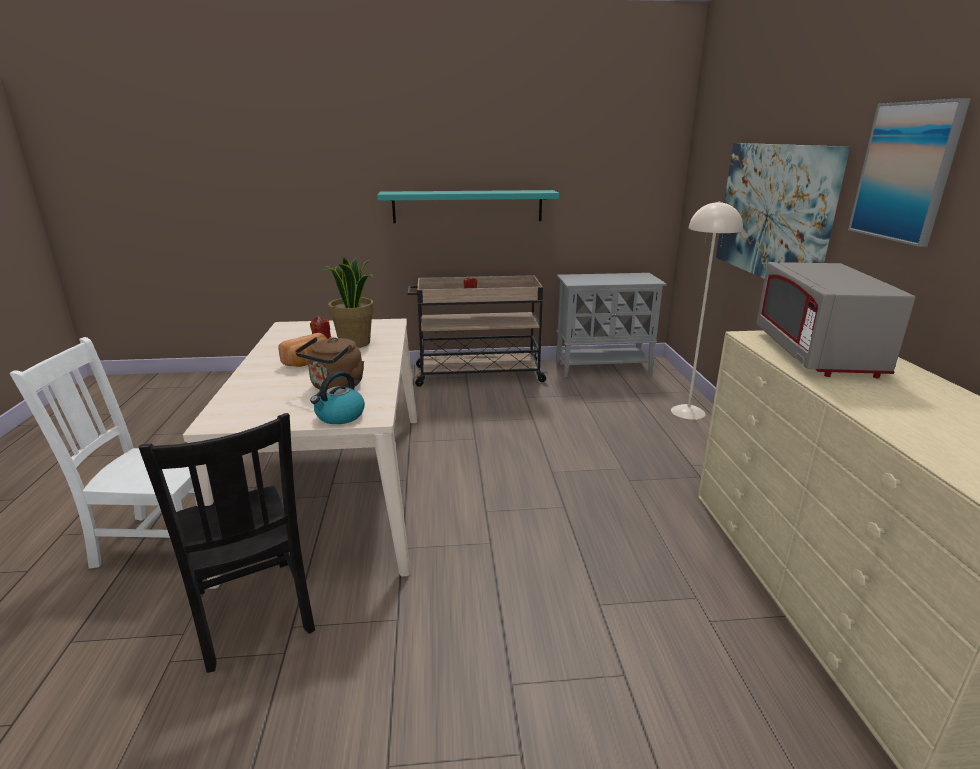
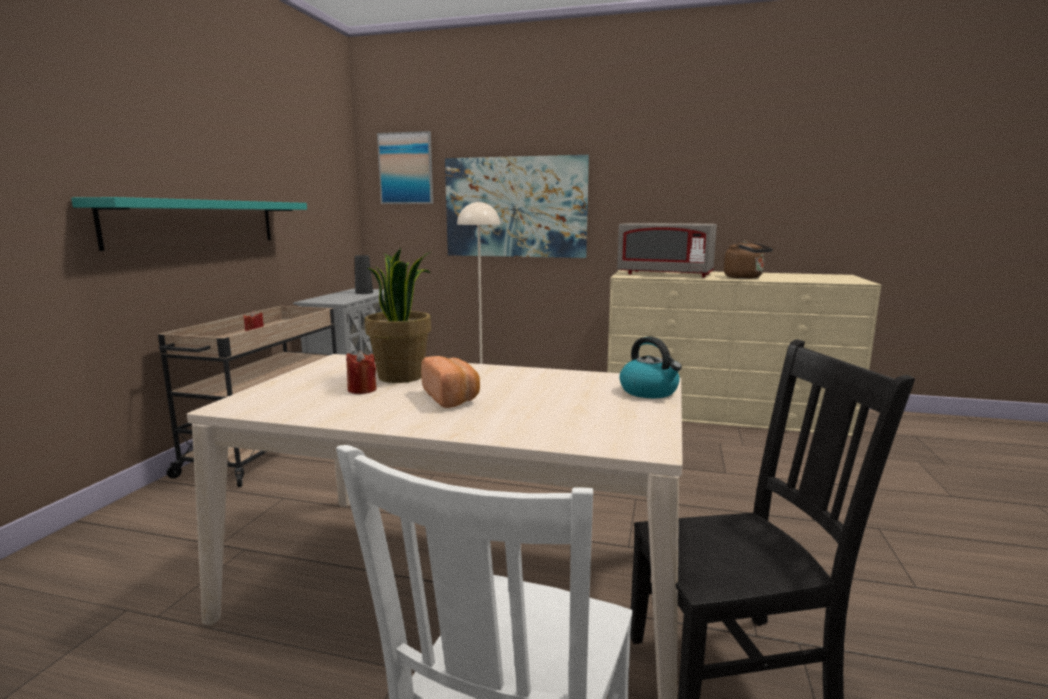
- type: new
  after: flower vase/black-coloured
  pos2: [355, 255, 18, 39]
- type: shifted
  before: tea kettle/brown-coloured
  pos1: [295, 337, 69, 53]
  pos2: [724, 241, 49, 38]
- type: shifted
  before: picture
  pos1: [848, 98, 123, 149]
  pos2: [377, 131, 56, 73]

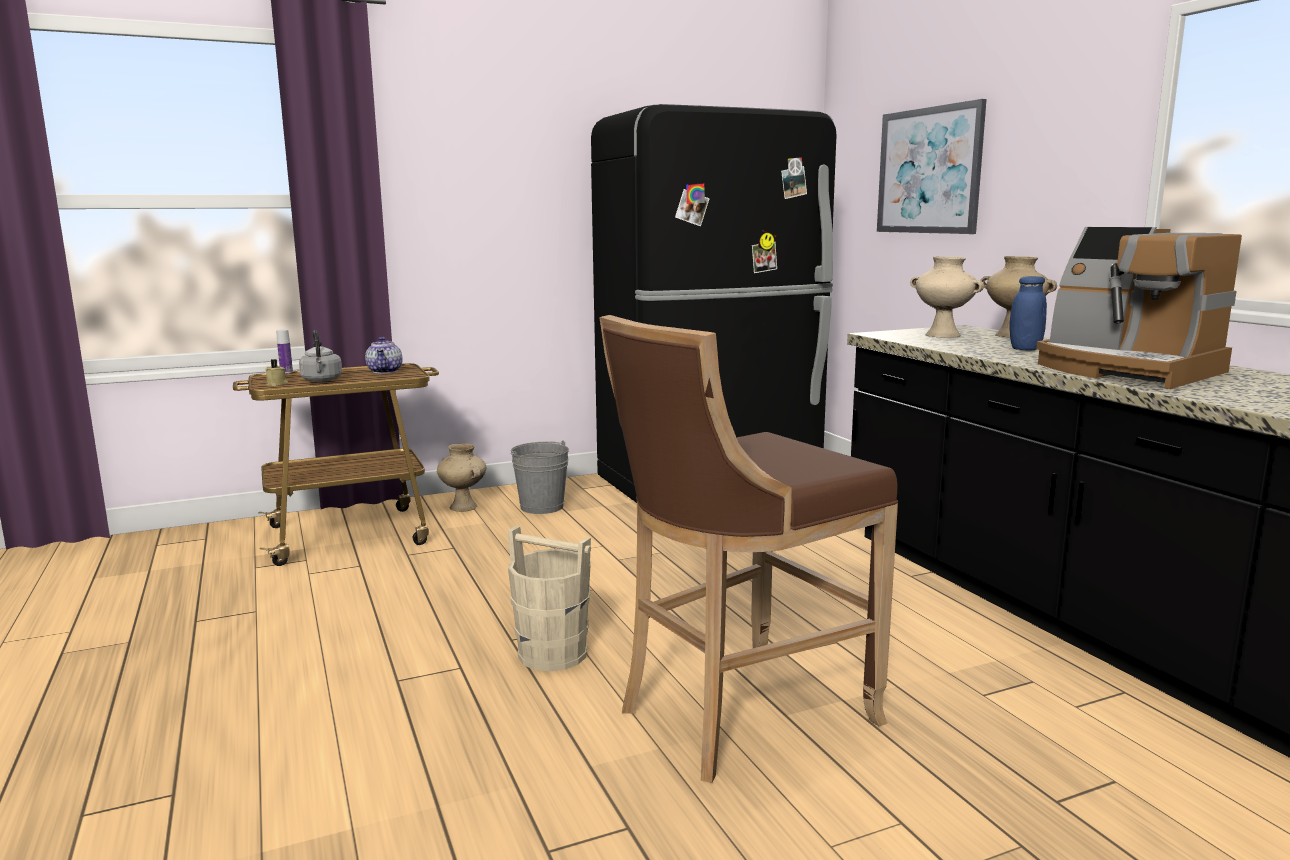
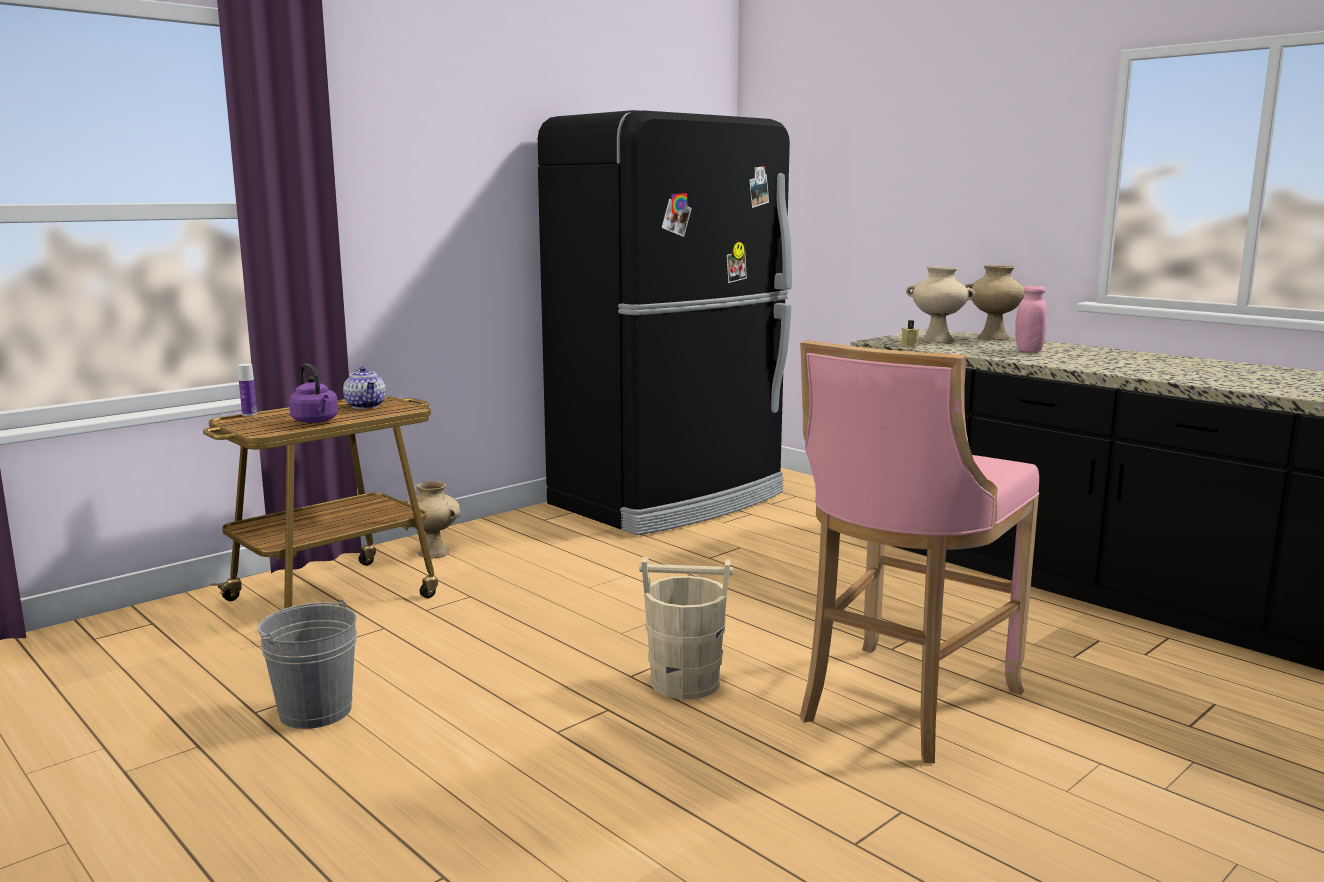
- type: gone
  before: picture
  pos1: [877, 99, 110, 135]
- type: gone
  before: coffee maker
  pos1: [1036, 227, 206, 162]
- type: shifted
  before: candle/beige
  pos1: [265, 359, 23, 27]
  pos2: [902, 320, 17, 27]
- type: shifted
  before: bucket/gray
  pos1: [510, 441, 59, 73]
  pos2: [258, 599, 99, 130]
- type: repainted
  before: tea kettle/gray
  after: tea kettle/purplish
  pos1: [299, 330, 43, 52]
  pos2: [289, 364, 49, 59]
- type: repainted
  before: stool seat/brown-coloured
  after: stool seat/pink
  pos1: [599, 315, 299, 468]
  pos2: [800, 340, 239, 423]
- type: repainted
  before: storage jar/blue
  after: storage jar/pink
  pos1: [1009, 276, 38, 75]
  pos2: [1015, 285, 32, 67]

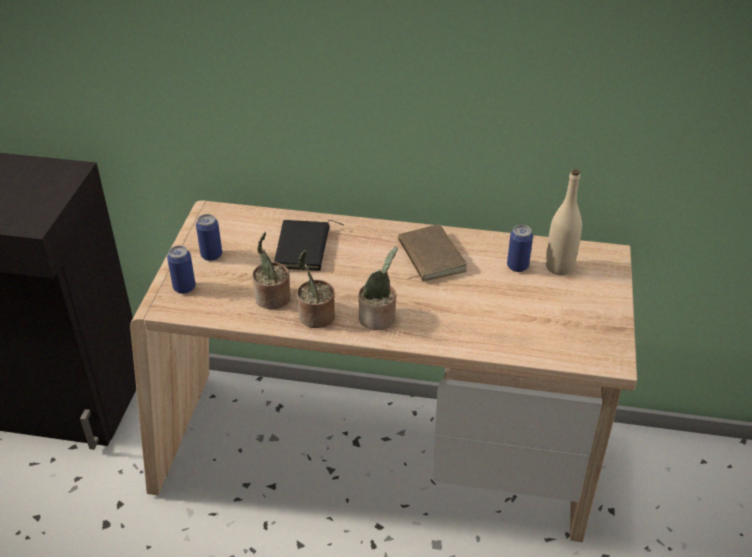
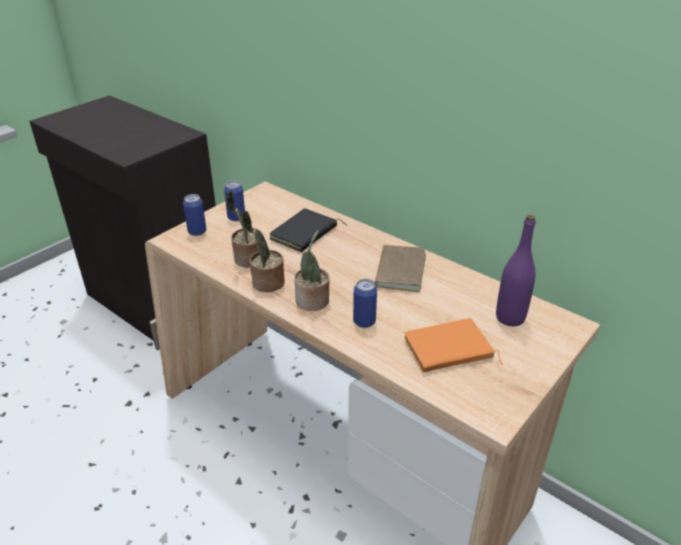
- type: new
  after: bound book/orange-coloured
  pos2: [404, 318, 99, 54]
- type: shifted
  before: sealed can
  pos1: [507, 225, 26, 47]
  pos2: [353, 279, 24, 49]
- type: repainted
  before: bottle/beige
  after: bottle/purplish
  pos1: [546, 169, 36, 106]
  pos2: [496, 215, 40, 111]

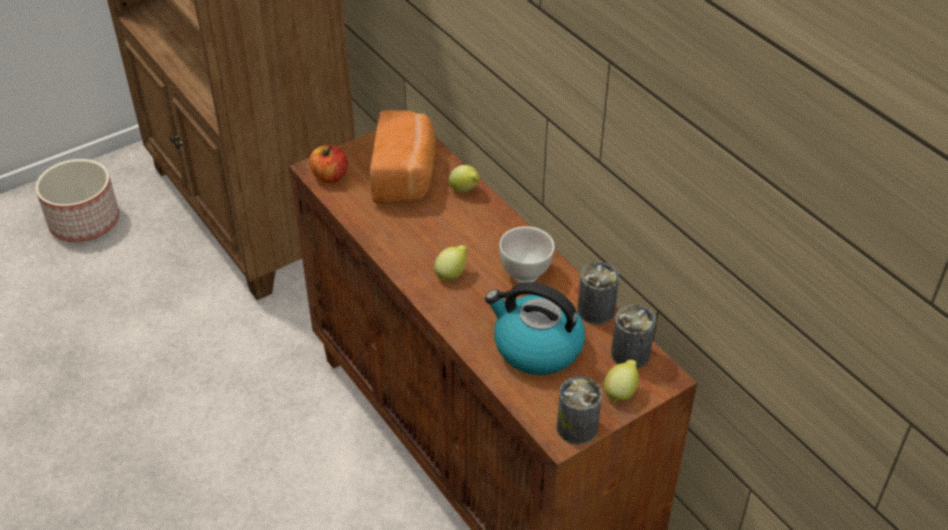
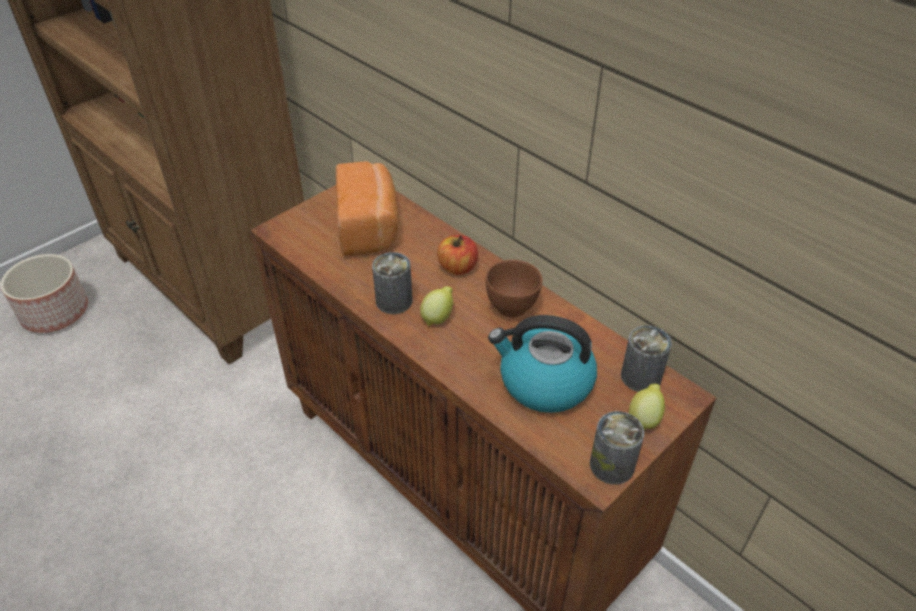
- type: gone
  before: citrus fruit
  pos1: [449, 165, 30, 28]
- type: shifted
  before: apple
  pos1: [309, 145, 39, 38]
  pos2: [437, 235, 41, 40]
- type: shifted
  before: sealed can
  pos1: [577, 262, 42, 63]
  pos2: [372, 252, 41, 62]
- type: repainted
  before: bowl/white-coloured
  after: bowl/brown-coloured
  pos1: [499, 226, 56, 57]
  pos2: [485, 260, 58, 58]

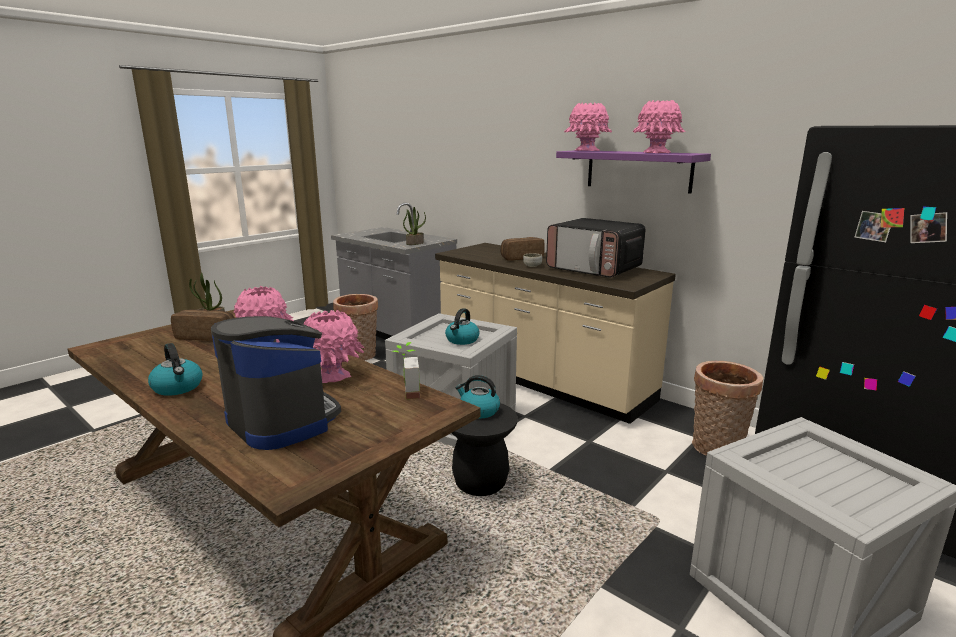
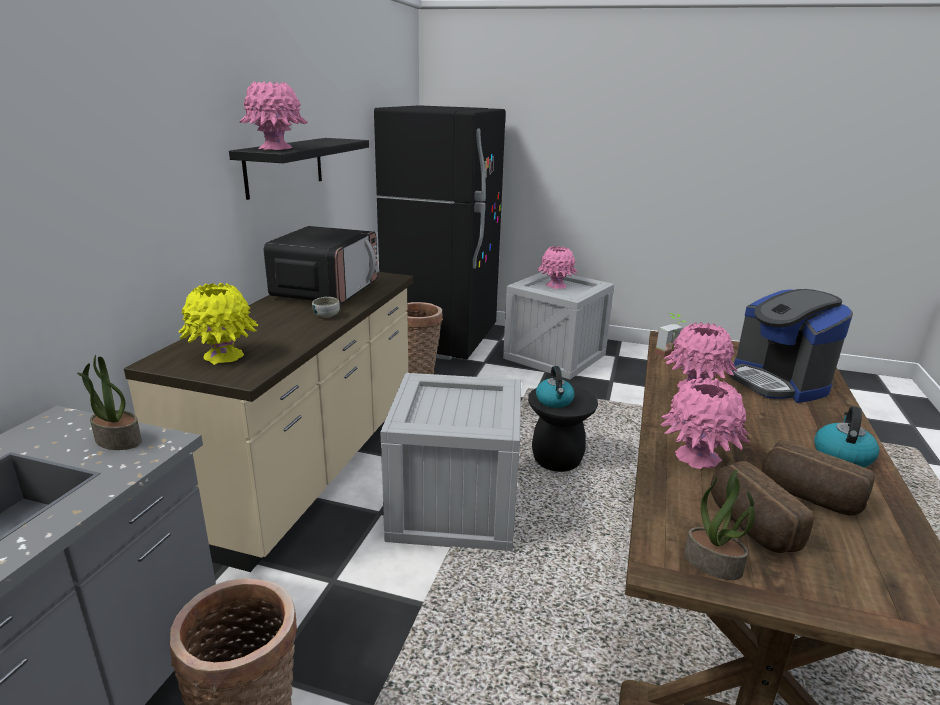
- type: gone
  before: tea kettle
  pos1: [445, 308, 34, 37]
- type: new
  after: flower vase/yellow-coloured
  pos2: [178, 282, 80, 83]
- type: shifted
  before: bread
  pos1: [500, 237, 45, 24]
  pos2: [762, 439, 113, 77]
- type: shifted
  before: flower vase/pink
  pos1: [633, 100, 53, 53]
  pos2: [537, 246, 41, 43]
- type: repainted
  before: bracket shelf/purplish
  after: bracket shelf/black-coloured
  pos1: [556, 150, 155, 44]
  pos2: [229, 138, 140, 62]
- type: rotated
  before: coffee maker
  pos1: [211, 316, 130, 134]
  pos2: [729, 289, 124, 114]
  turn: -45

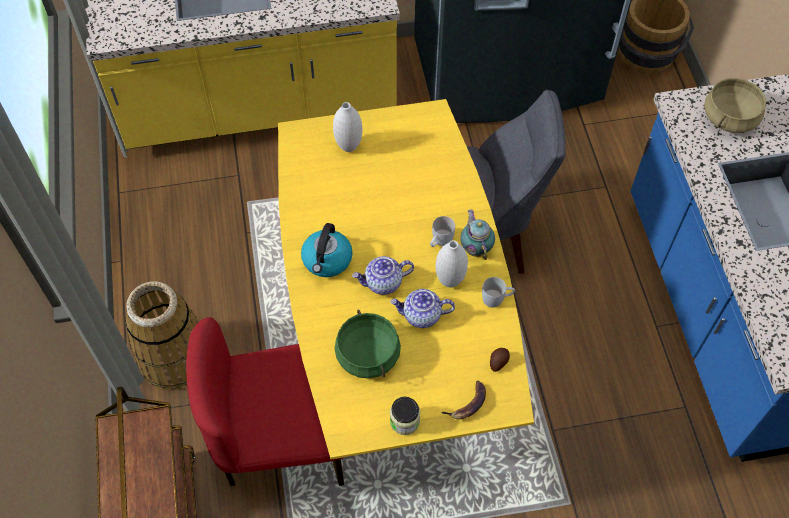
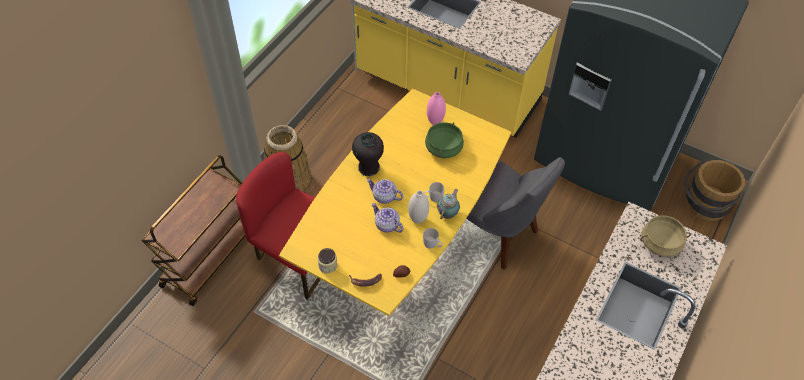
- type: shifted
  before: stockpot/green
  pos1: [335, 309, 66, 70]
  pos2: [425, 122, 39, 36]
- type: swapped
  before: tea kettle
  after: flower vase/black-coloured
  pos1: [301, 223, 52, 54]
  pos2: [352, 132, 32, 44]
- type: repainted
  before: flower vase/white-coloured
  after: flower vase/pink
  pos1: [333, 102, 29, 50]
  pos2: [427, 92, 19, 33]

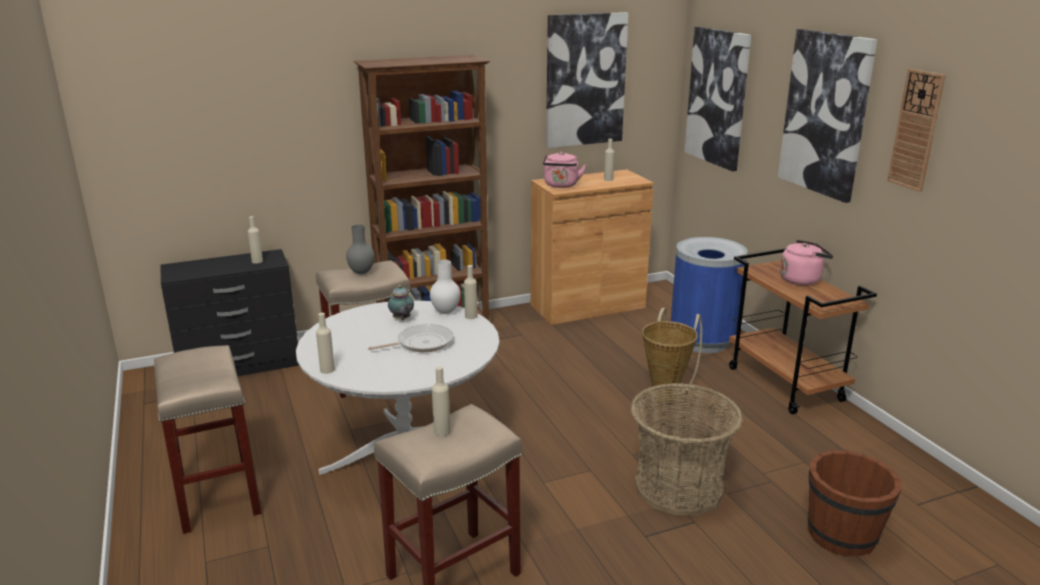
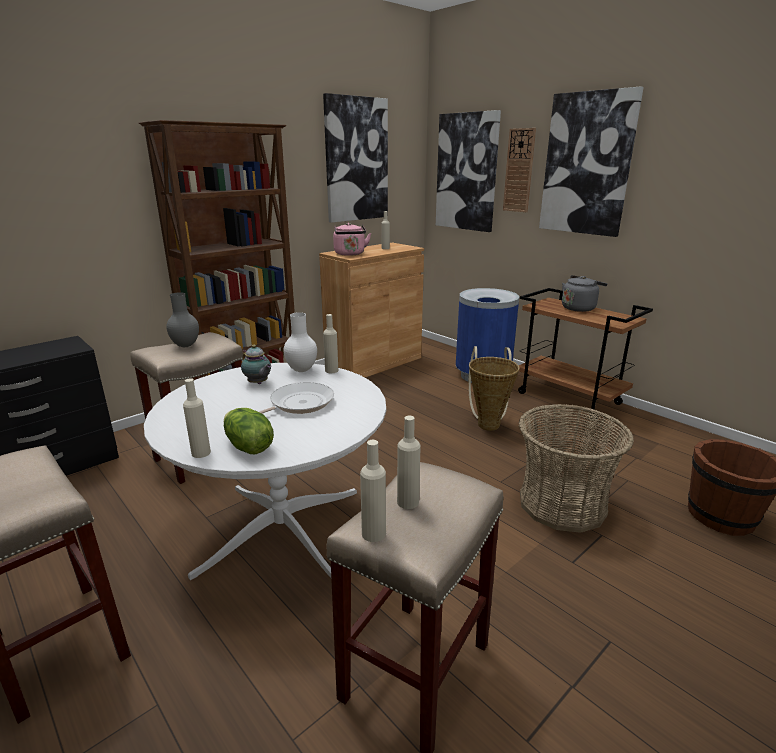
- type: new
  after: lettuce head
  pos2: [224, 408, 50, 46]
- type: shifted
  before: bottle/beige
  pos1: [248, 216, 15, 48]
  pos2: [360, 440, 26, 102]
- type: shifted
  before: hanging clock
  pos1: [887, 69, 59, 123]
  pos2: [503, 128, 33, 84]
- type: repainted
  before: tea kettle/pink
  after: tea kettle/gray
  pos1: [780, 240, 53, 45]
  pos2: [562, 275, 45, 37]

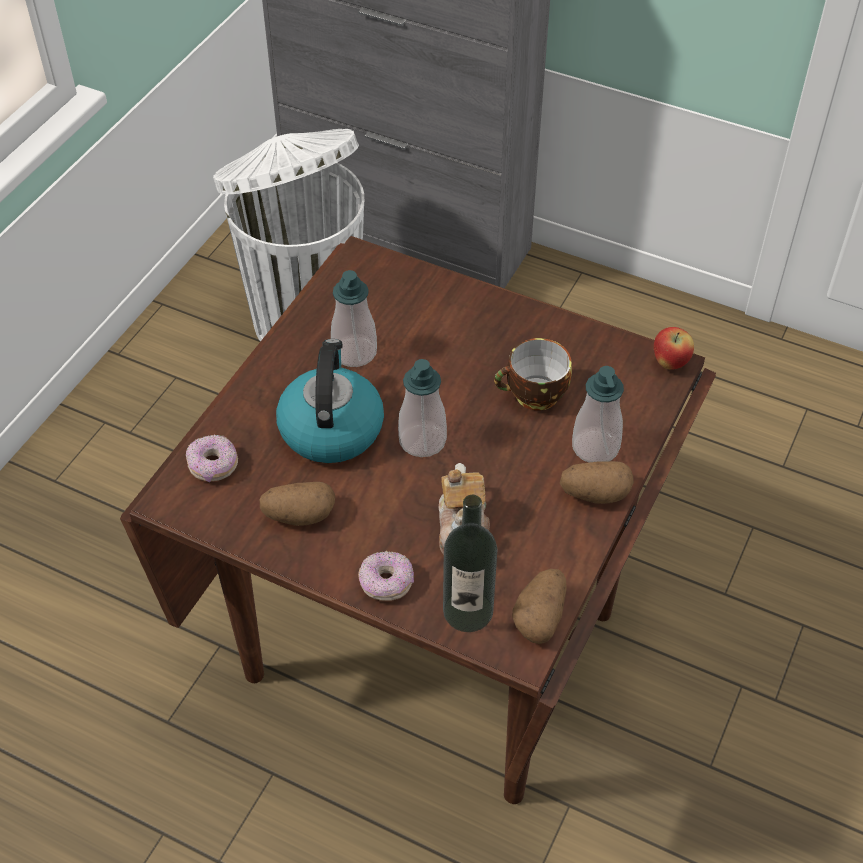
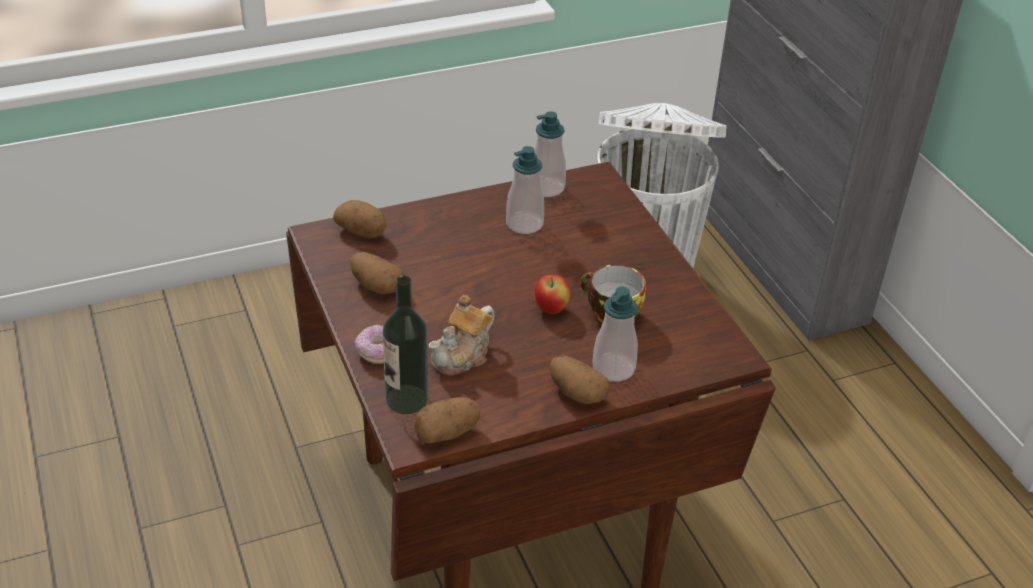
- type: gone
  before: tea kettle
  pos1: [276, 339, 108, 124]
- type: shifted
  before: soap bottle
  pos1: [398, 359, 49, 98]
  pos2: [534, 111, 32, 86]
- type: shifted
  before: apple
  pos1: [654, 327, 40, 43]
  pos2: [534, 275, 37, 39]
- type: swapped
  before: donut
  after: spud
  pos1: [186, 435, 52, 48]
  pos2: [333, 200, 53, 38]

